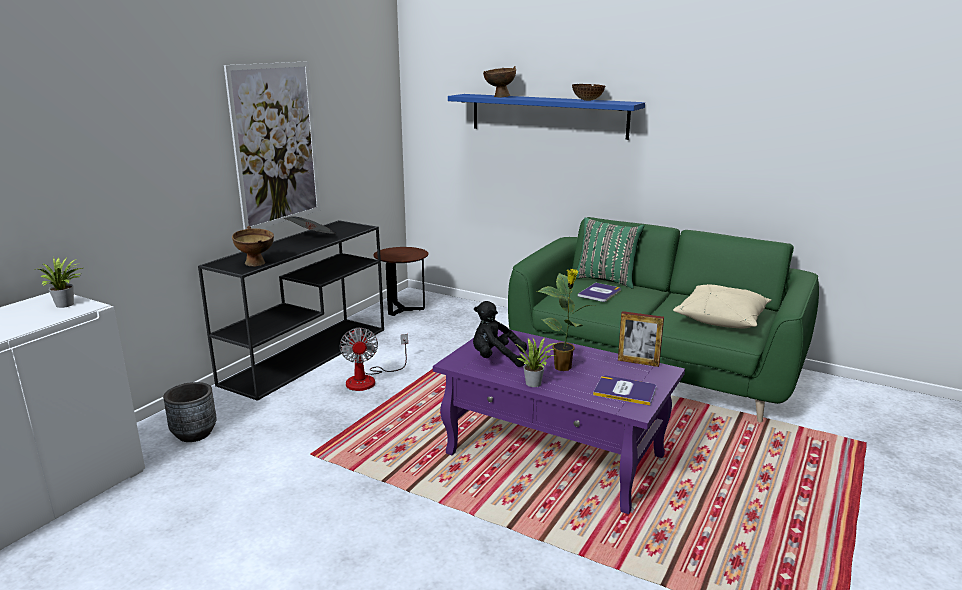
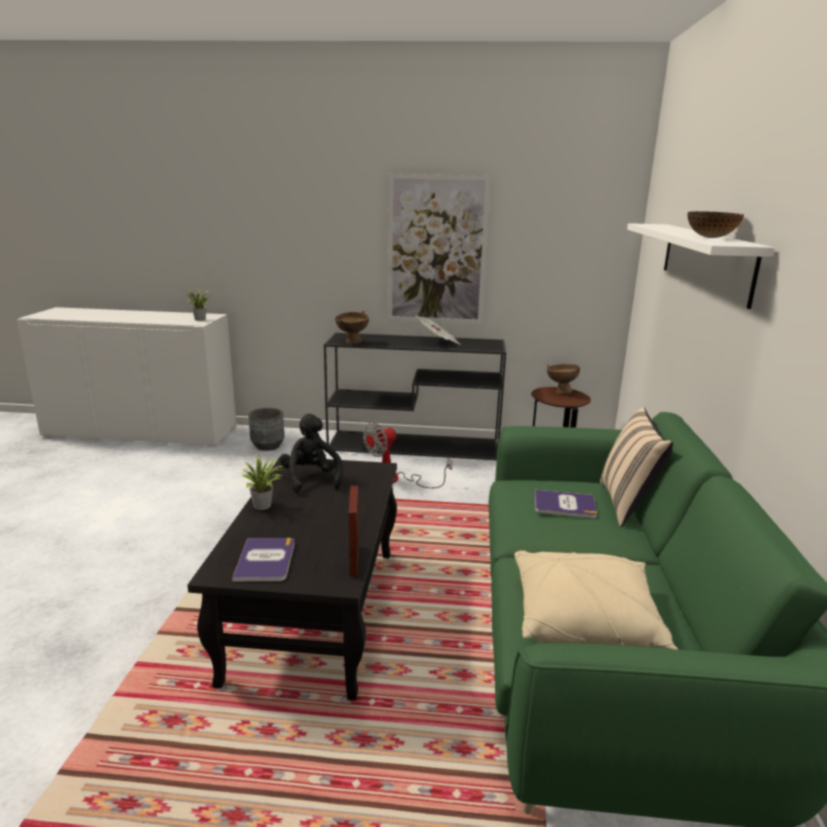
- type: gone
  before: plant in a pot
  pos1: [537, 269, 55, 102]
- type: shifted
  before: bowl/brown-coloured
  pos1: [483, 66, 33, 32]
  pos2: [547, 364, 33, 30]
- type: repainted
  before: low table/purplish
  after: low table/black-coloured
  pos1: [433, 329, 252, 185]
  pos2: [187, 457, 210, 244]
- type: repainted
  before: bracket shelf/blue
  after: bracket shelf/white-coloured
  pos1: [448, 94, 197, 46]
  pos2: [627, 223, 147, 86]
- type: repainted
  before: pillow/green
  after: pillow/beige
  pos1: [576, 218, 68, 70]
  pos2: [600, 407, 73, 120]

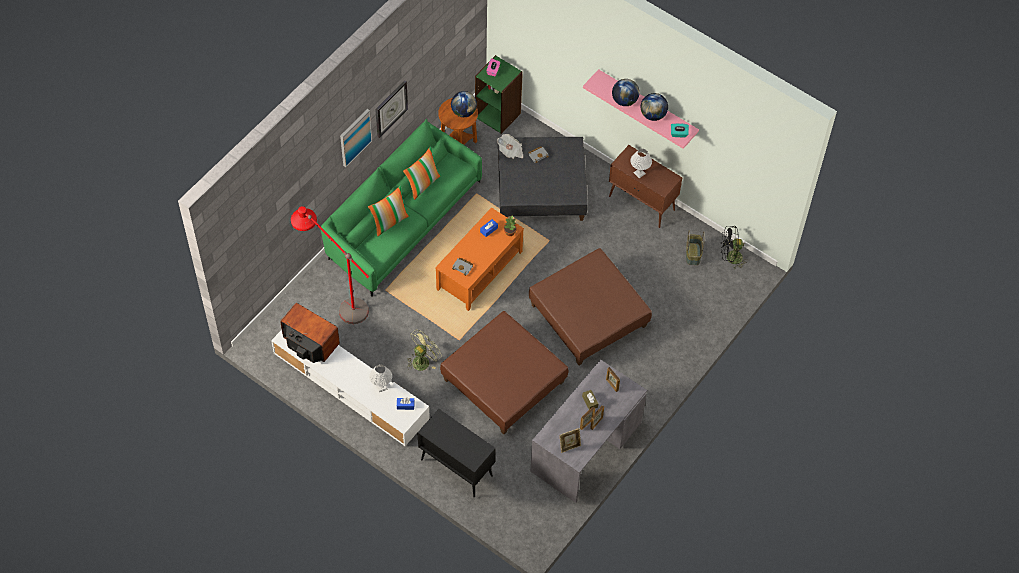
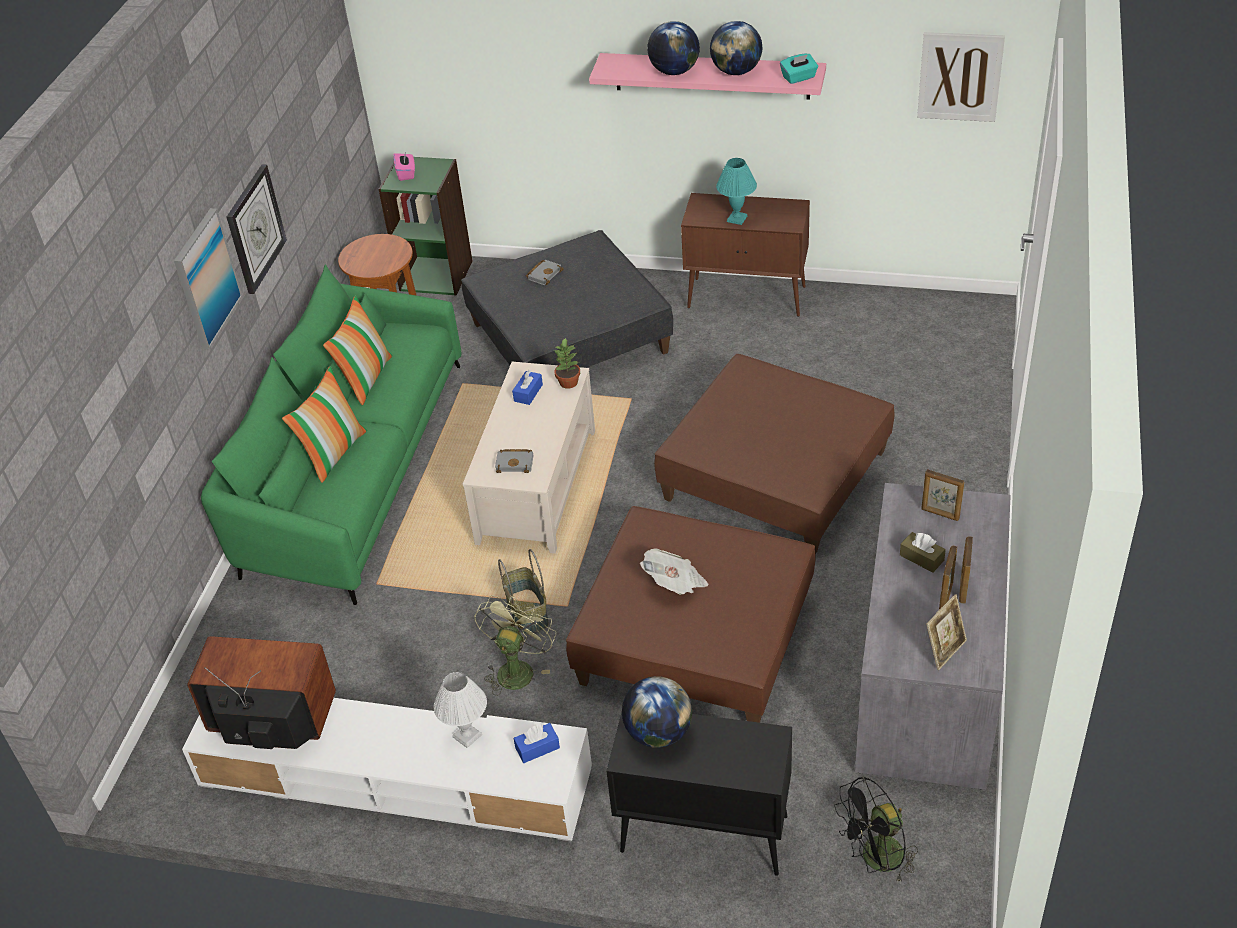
- type: gone
  before: standing lamp/red-coloured
  pos1: [291, 206, 78, 118]
- type: new
  after: picture
  pos2: [917, 32, 88, 90]
- type: shifted
  before: desk globe
  pos1: [451, 91, 26, 26]
  pos2: [622, 676, 70, 72]
- type: shifted
  before: daily paper
  pos1: [497, 134, 26, 25]
  pos2: [640, 548, 68, 47]
- type: shifted
  before: basket
  pos1: [686, 230, 19, 35]
  pos2: [498, 549, 51, 85]
- type: shifted
  before: cooling fan/black-coloured
  pos1: [721, 226, 27, 43]
  pos2: [834, 776, 84, 108]
- type: repainted
  before: low table/orange-coloured
  after: low table/beige
  pos1: [435, 207, 89, 104]
  pos2: [463, 362, 132, 192]
- type: repainted
  before: tabletop lamp/white-coloured
  after: tabletop lamp/blue-green
  pos1: [630, 149, 22, 29]
  pos2: [716, 158, 41, 67]

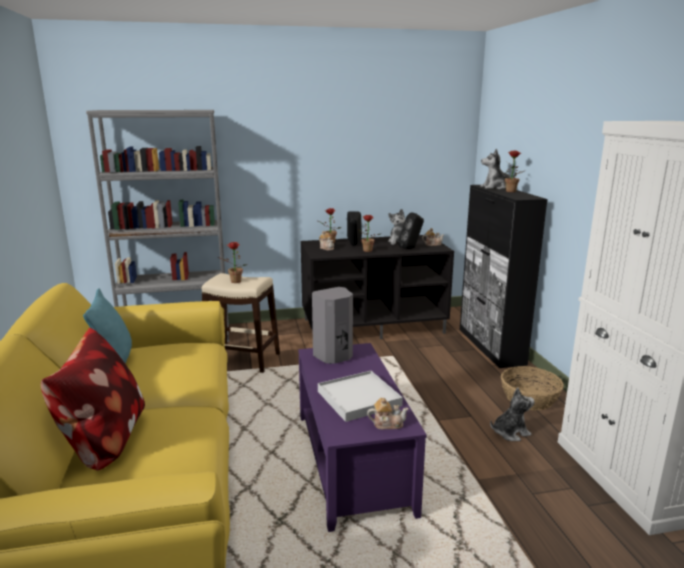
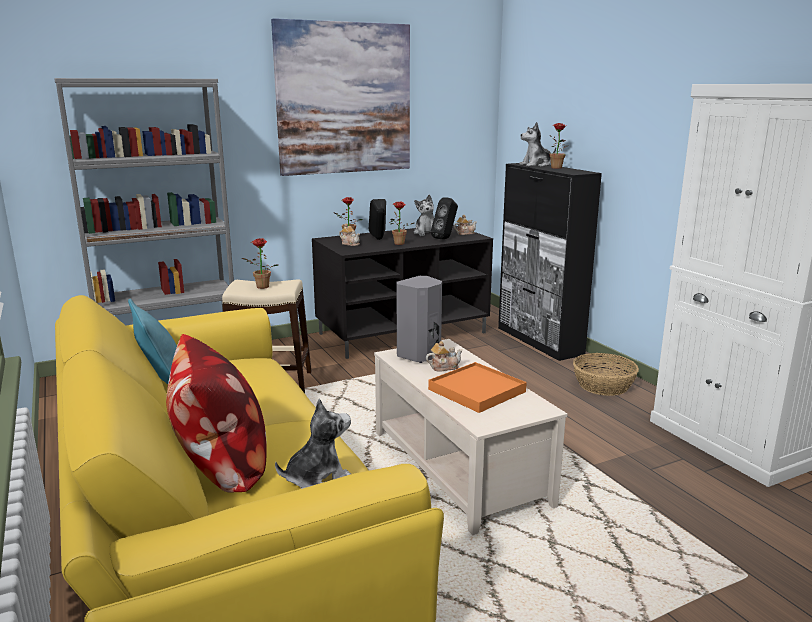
- type: new
  after: picture
  pos2: [271, 18, 139, 158]
- type: shifted
  before: pot for tea
  pos1: [367, 398, 42, 32]
  pos2: [426, 341, 37, 31]
- type: shifted
  before: plush toy
  pos1: [490, 388, 45, 53]
  pos2: [275, 399, 76, 90]
- type: repainted
  before: low table/purplish
  after: low table/beige
  pos1: [298, 343, 129, 189]
  pos2: [374, 339, 193, 196]
- type: repainted
  before: serving tray/white-coloured
  after: serving tray/orange-coloured
  pos1: [318, 371, 85, 51]
  pos2: [428, 362, 99, 51]

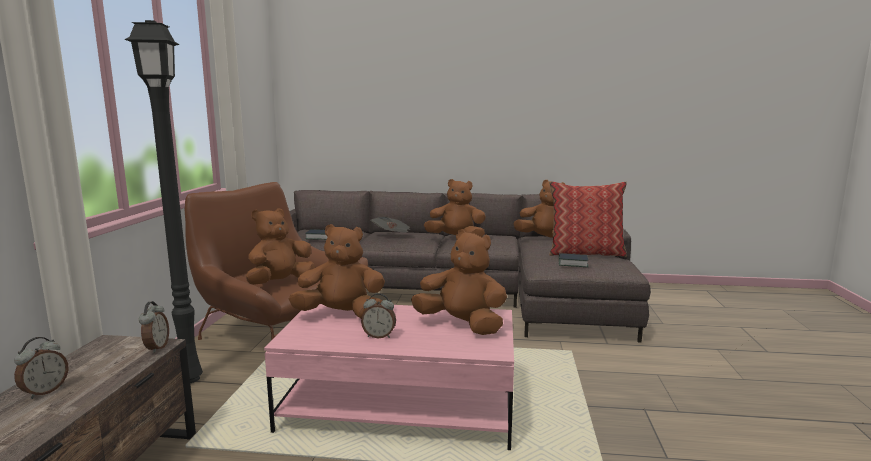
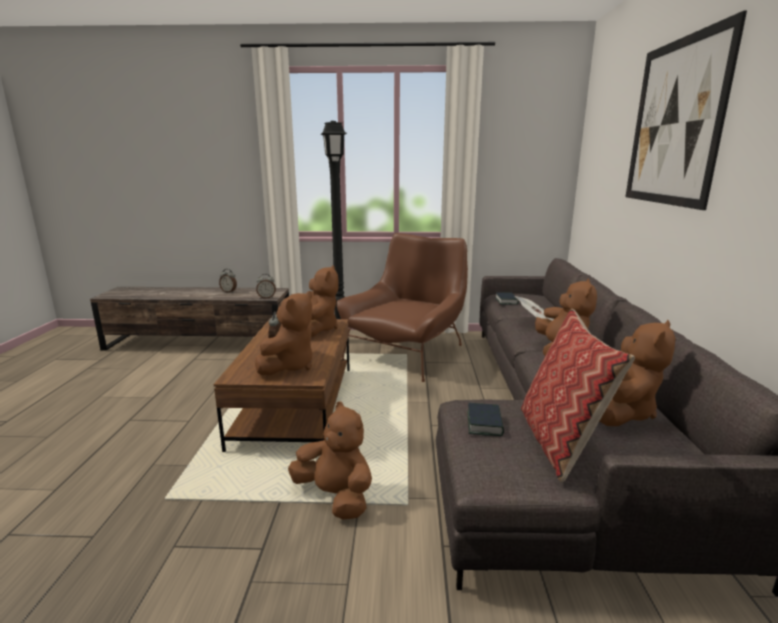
- type: new
  after: picture
  pos2: [626, 10, 121, 200]
- type: shifted
  before: plush toy/brown-coloured
  pos1: [246, 208, 69, 77]
  pos2: [288, 401, 84, 119]
- type: repainted
  before: low table/pink
  after: low table/brown-coloured
  pos1: [264, 304, 250, 146]
  pos2: [213, 318, 137, 134]

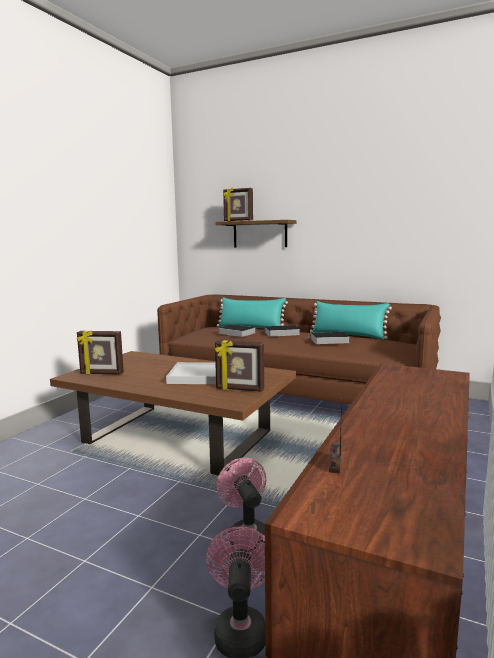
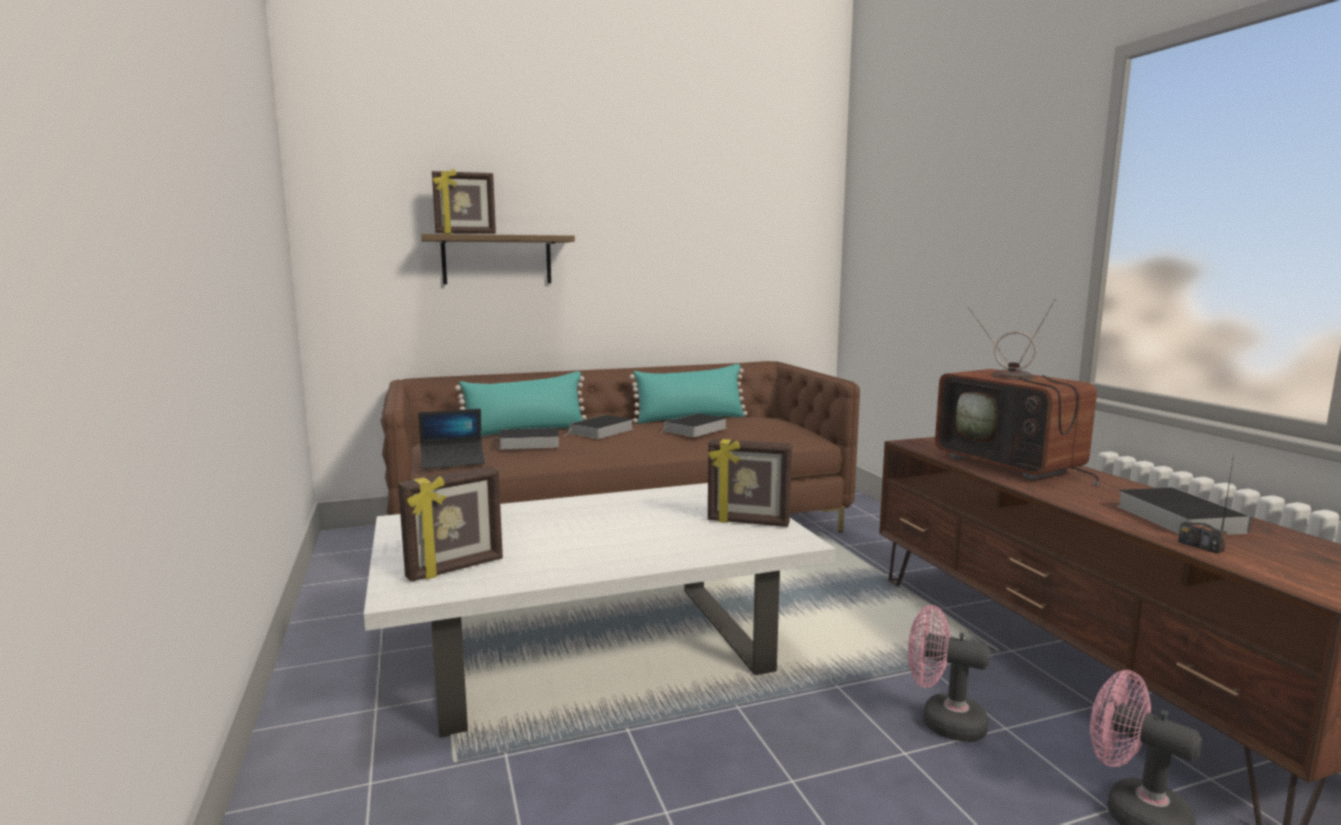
- type: gone
  before: serving tray/white-coloured
  pos1: [166, 362, 50, 22]
- type: new
  after: portable computer
  pos2: [418, 409, 67, 60]
- type: new
  after: television
  pos2: [935, 299, 165, 187]
- type: new
  after: bound book
  pos2: [1116, 487, 136, 48]
- type: repainted
  before: low table/brown-coloured
  after: low table/white-coloured
  pos1: [50, 351, 246, 125]
  pos2: [364, 483, 471, 255]
- type: rotated
  before: photo frame
  pos1: [215, 340, 49, 52]
  pos2: [708, 439, 84, 88]
  turn: 45

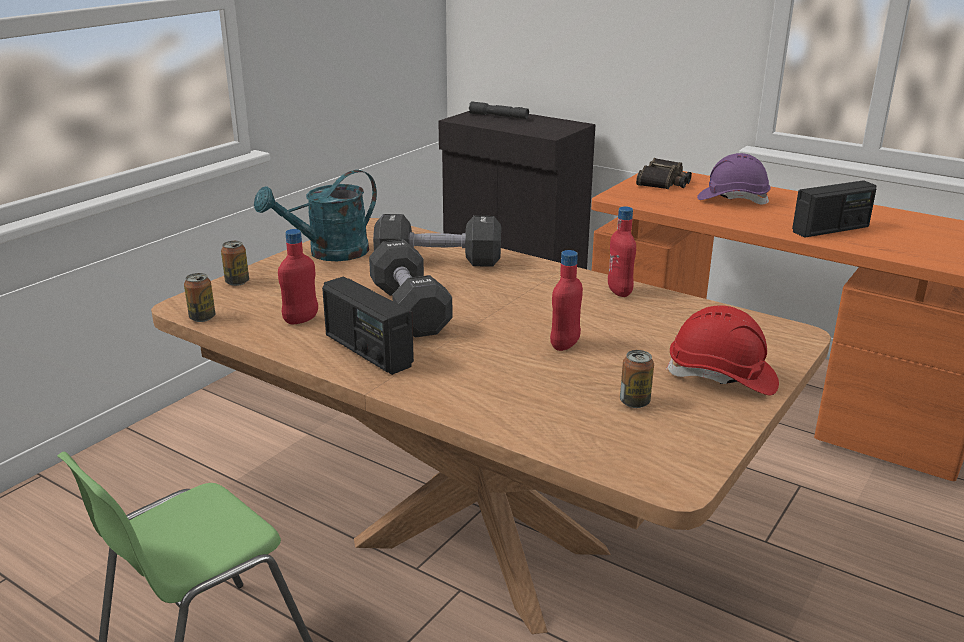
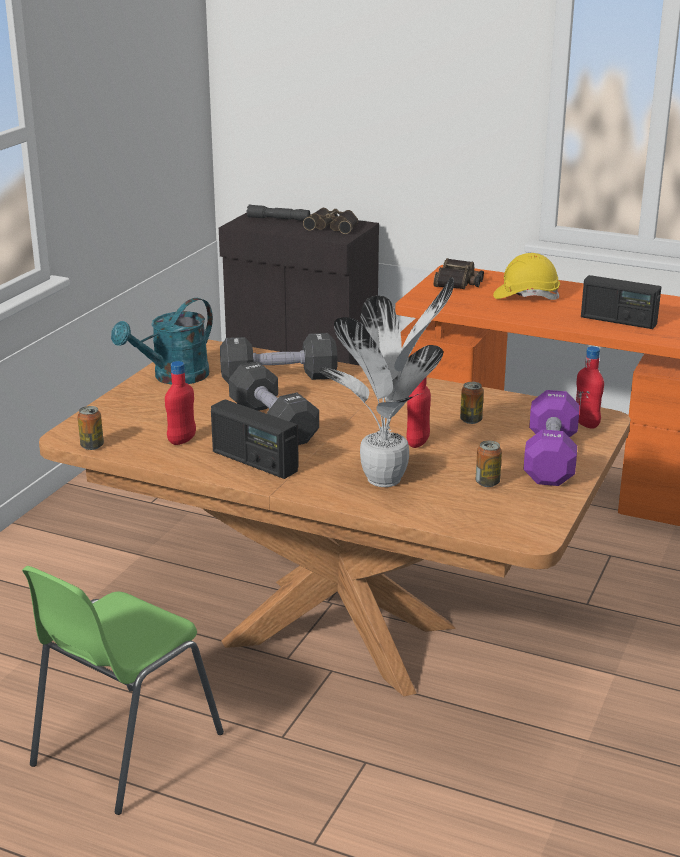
- type: new
  after: field glasses
  pos2: [303, 208, 55, 26]
- type: new
  after: plant in a pot
  pos2: [319, 277, 135, 210]
- type: shifted
  before: sealed can
  pos1: [221, 241, 28, 45]
  pos2: [460, 382, 24, 42]
- type: shifted
  before: bottle/red-coloured
  pos1: [608, 206, 28, 91]
  pos2: [576, 346, 28, 83]
- type: swapped
  before: safety helmet/red-coloured
  after: dumbbell/purplish
  pos1: [666, 305, 113, 91]
  pos2: [524, 390, 56, 96]
- type: repainted
  before: safety helmet/purplish
  after: safety helmet/yellow-coloured
  pos1: [697, 153, 74, 51]
  pos2: [493, 253, 67, 47]
- type: rotated
  before: radio
  pos1: [792, 180, 84, 58]
  pos2: [581, 275, 80, 54]
  turn: 60

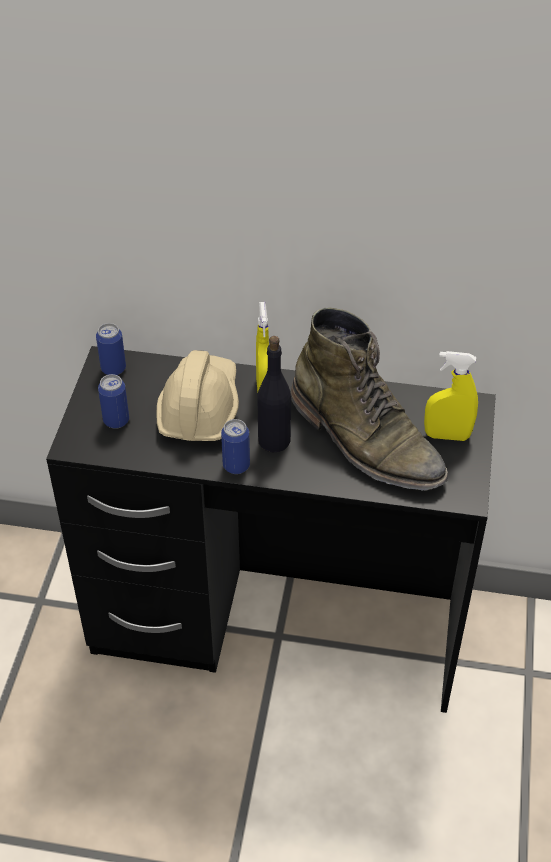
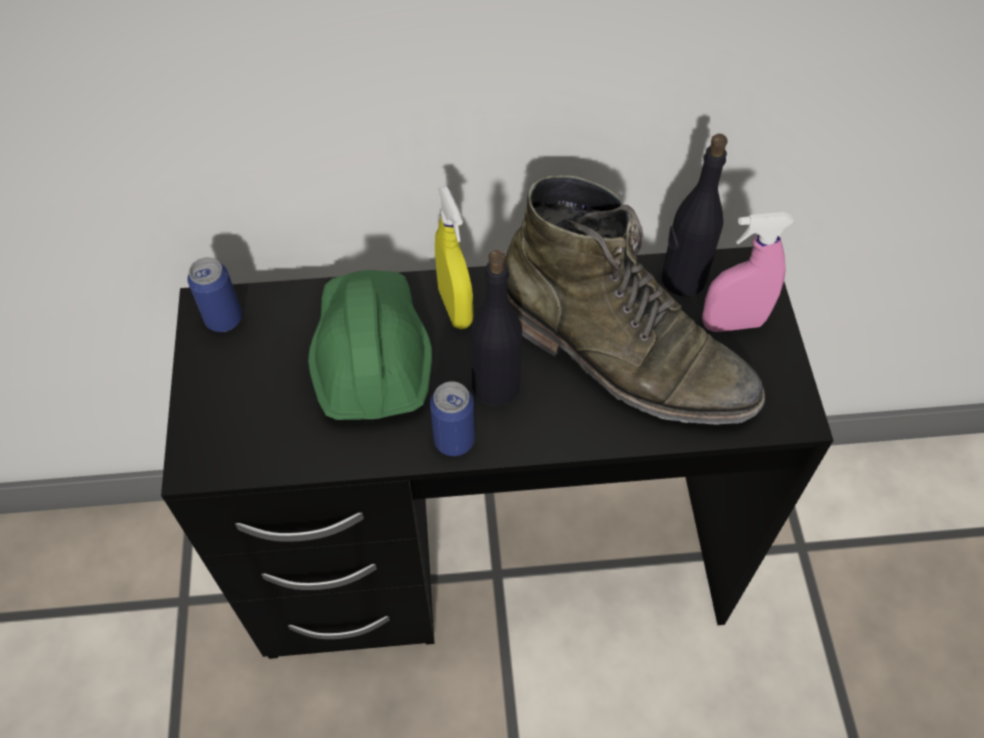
- type: gone
  before: sealed can
  pos1: [98, 374, 31, 55]
- type: new
  after: bottle/black-coloured
  pos2: [662, 134, 66, 162]
- type: repainted
  before: safety helmet/beige
  after: safety helmet/green
  pos1: [157, 350, 82, 91]
  pos2: [308, 270, 124, 150]
- type: repainted
  before: spray bottle/yellow-coloured
  after: spray bottle/pink
  pos1: [424, 351, 54, 90]
  pos2: [702, 212, 92, 120]

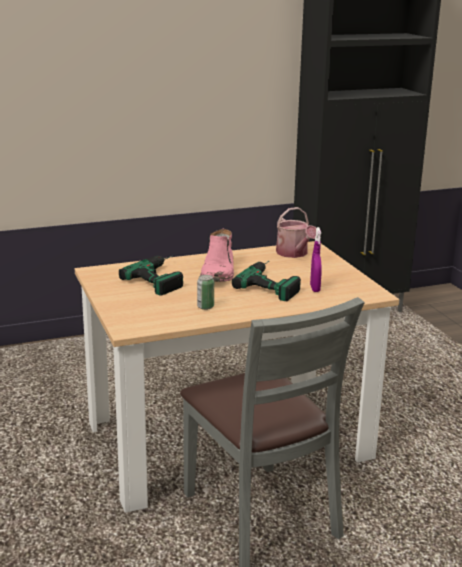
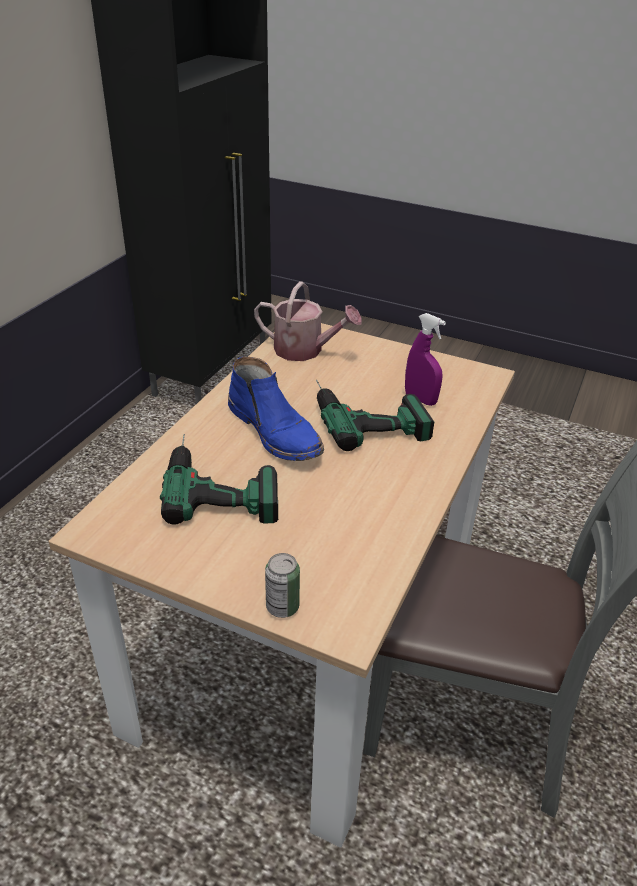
- type: shifted
  before: sealed can
  pos1: [197, 275, 17, 35]
  pos2: [265, 553, 35, 65]
- type: repainted
  before: high-top boot/pink
  after: high-top boot/blue
  pos1: [200, 229, 34, 53]
  pos2: [228, 357, 96, 104]

